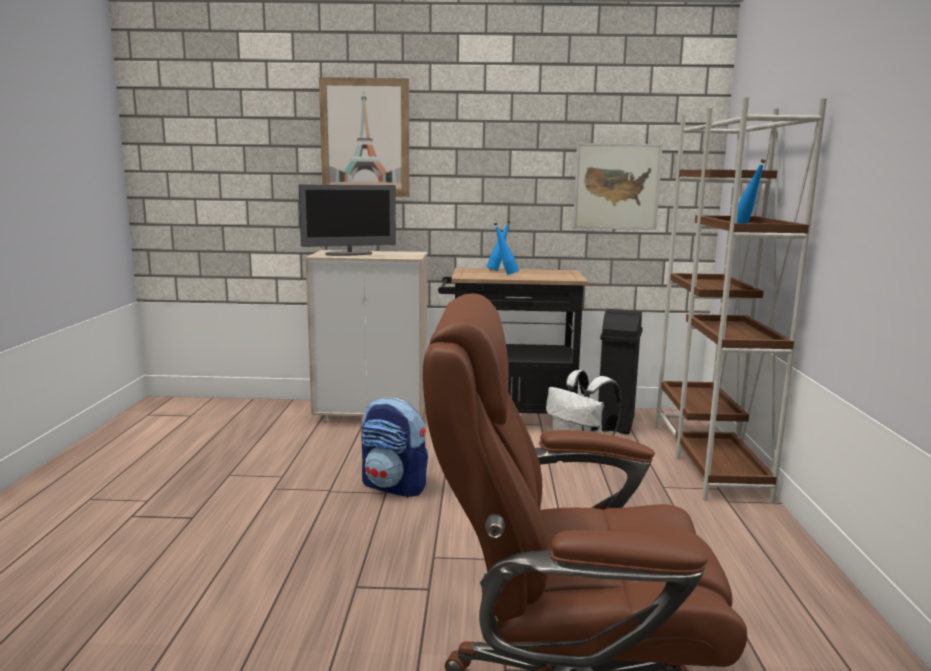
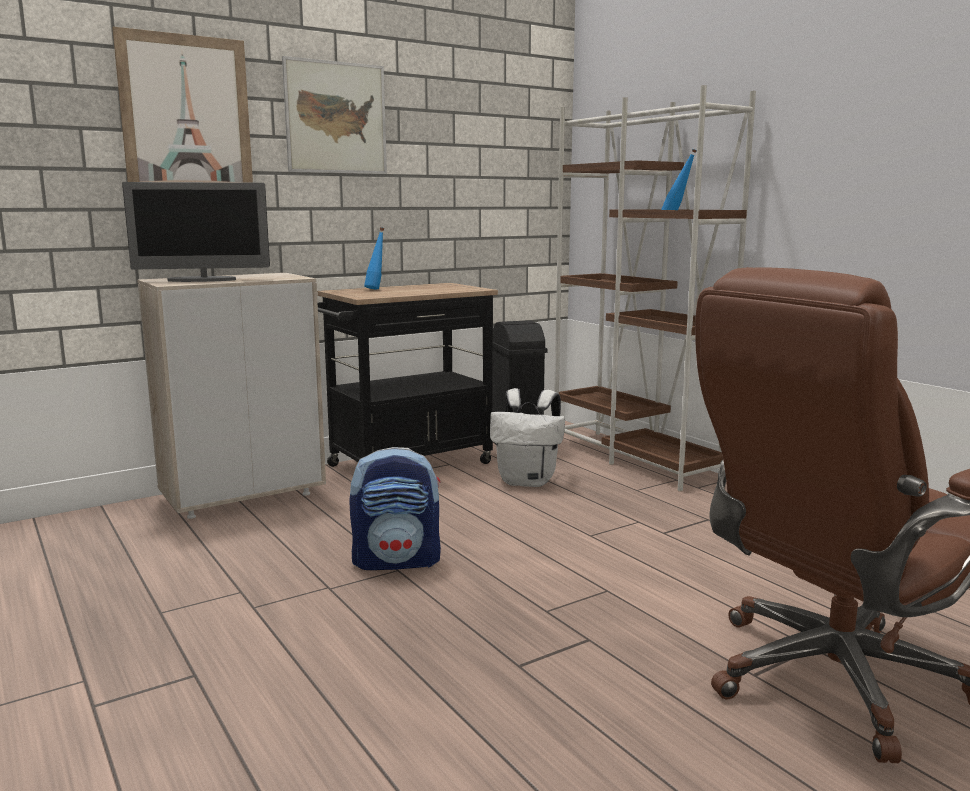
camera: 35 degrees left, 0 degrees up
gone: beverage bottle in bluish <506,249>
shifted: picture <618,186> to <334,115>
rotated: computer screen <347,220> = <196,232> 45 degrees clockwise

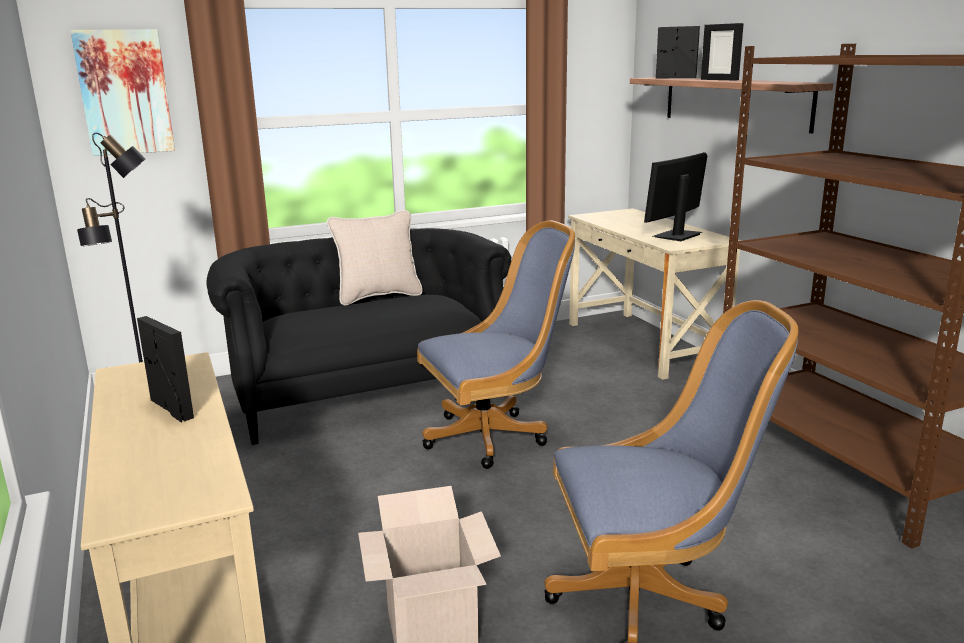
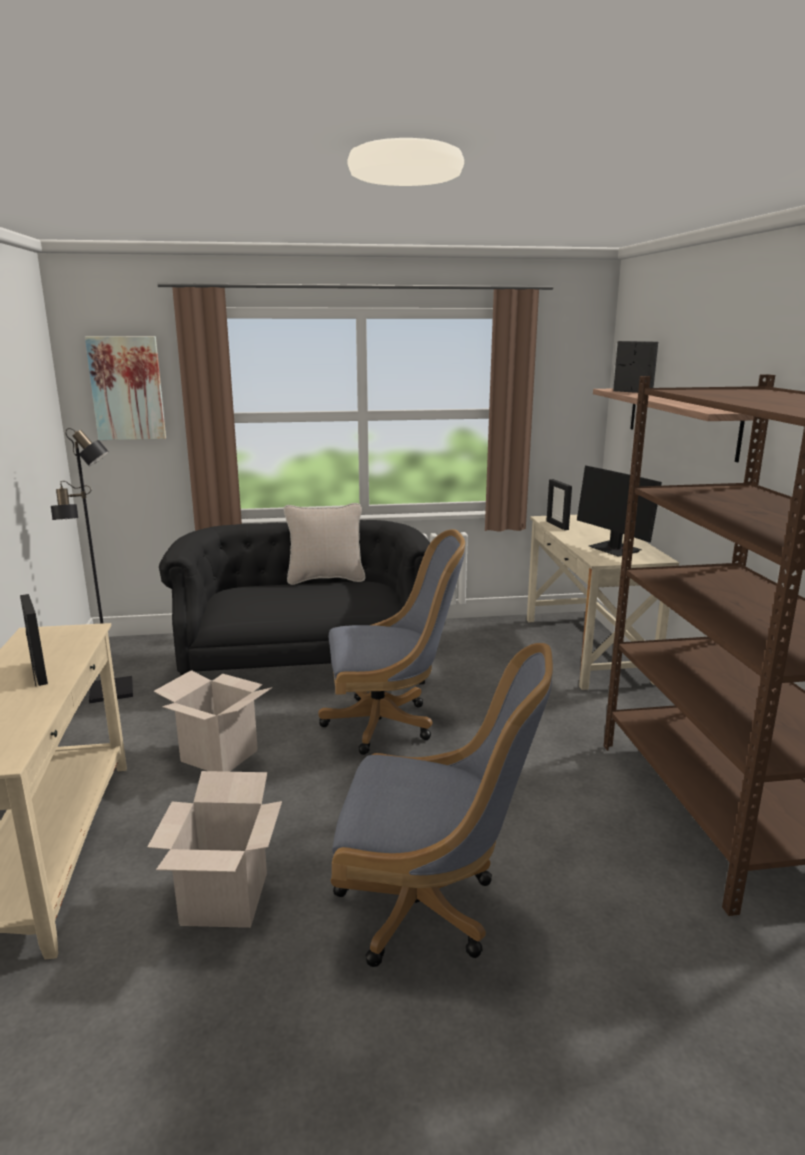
camera: 15 degrees right, 0 degrees up
new: packing box <212,721>
shifted: picture frame <722,52> to <559,504>
rotated: computer screen <676,196> = <619,511> 90 degrees counterclockwise

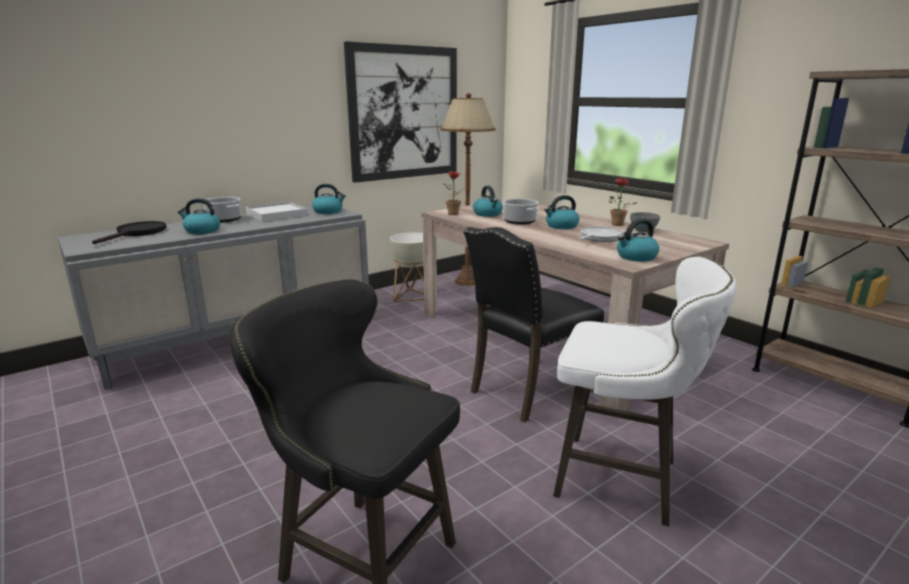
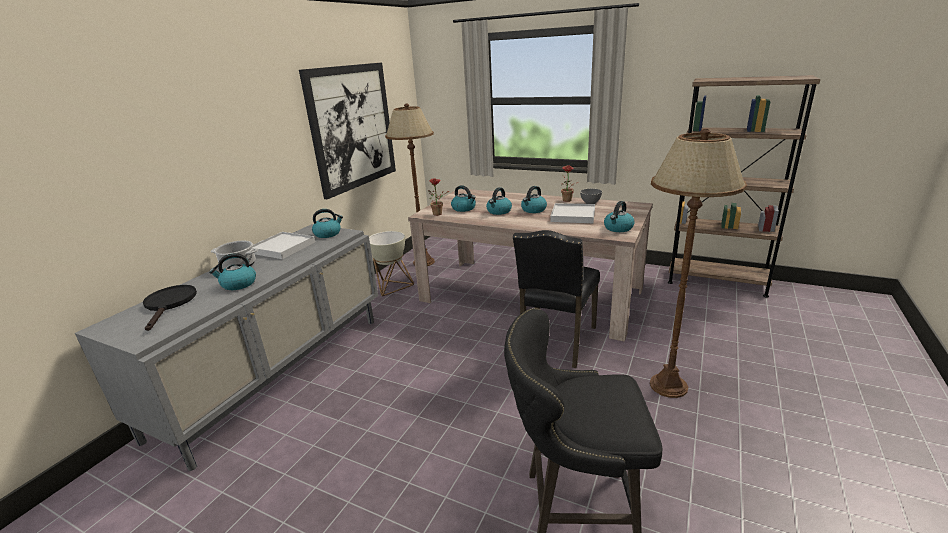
camera: 25 degrees left, 5 degrees up
swapped: stockpot <521,211> to tea kettle <499,201>; stool seat in whitish <644,391> to standard lamp in brown-coloured <698,263>; pan <601,234> to tray in whitish <572,213>

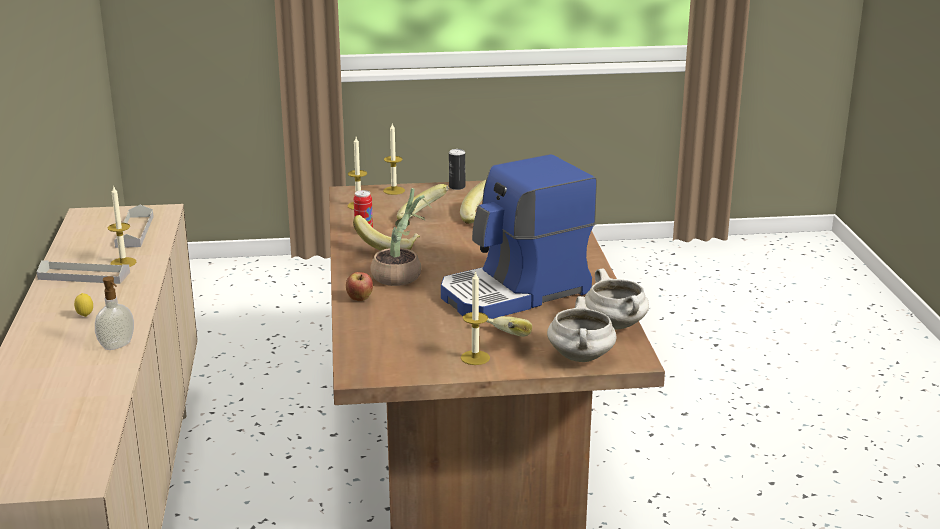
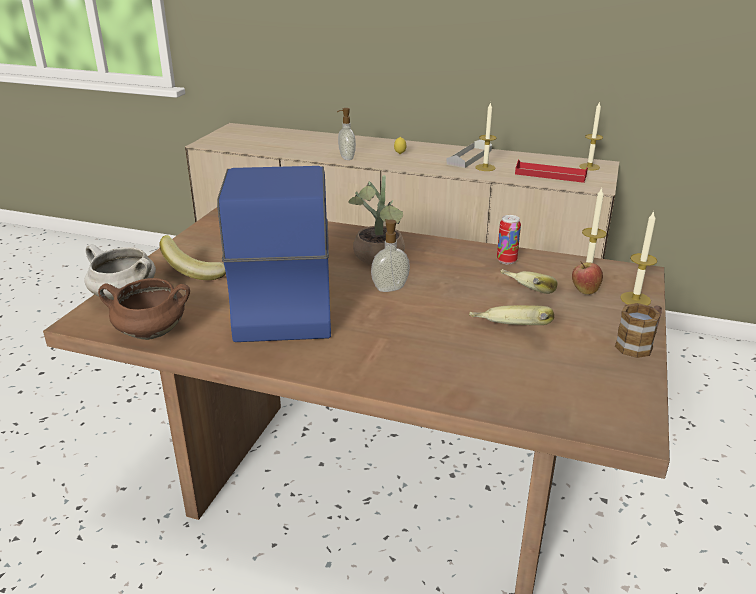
camera: 115 degrees right, 5 degrees up
gone: banana <386,233>
new: soap bottle <390,255>
shifted: apple <359,286> to <587,278>; wax candle <475,318> to <591,136>
swapped: sealed can <457,169> to coffee mug <638,330>
repainted: tray in gray <134,226> to tray in red <551,171>; stockpot in whitish <617,299> to stockpot in brown-coloured <144,309>

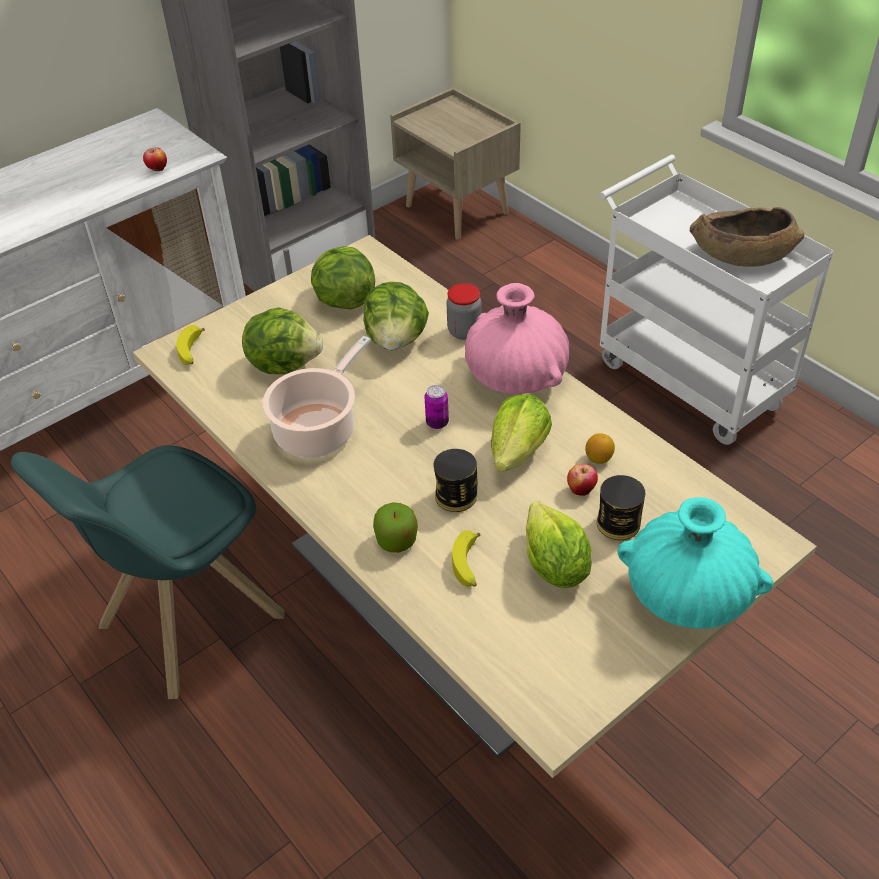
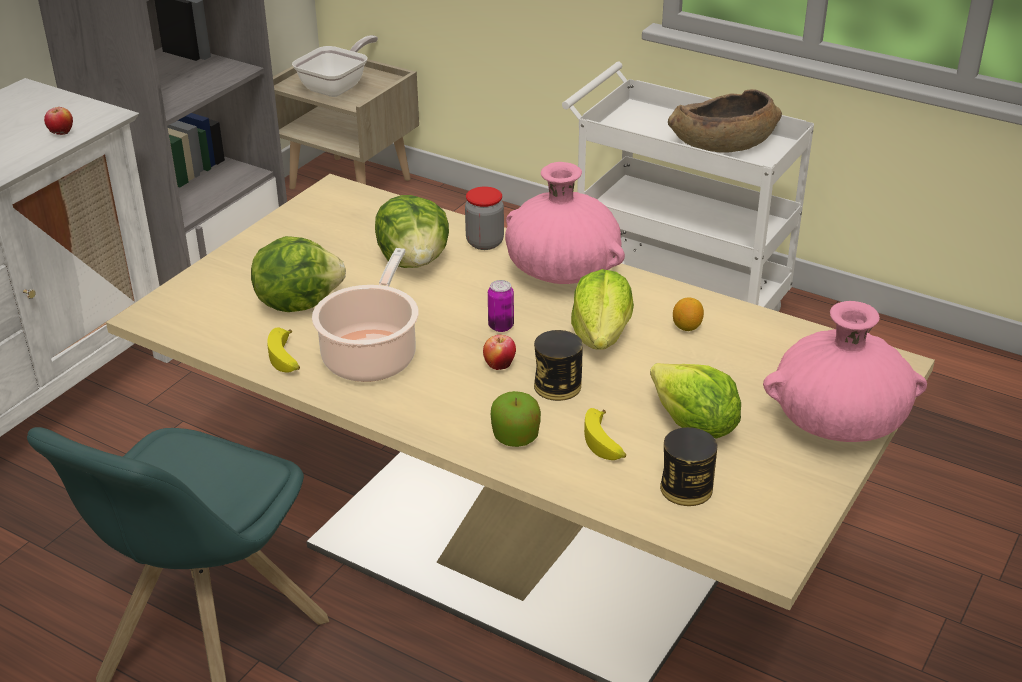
camera: 20 degrees left, 10 degrees down
gone: lettuce <343,277>
new: pan <335,66>
shifted: banana <190,345> to <283,350>; apple <582,480> to <499,352>; sealed can <621,507> to <688,466>
repainted: decorative vase in turquoise-coloured <695,563> to decorative vase in pinkish <845,371>

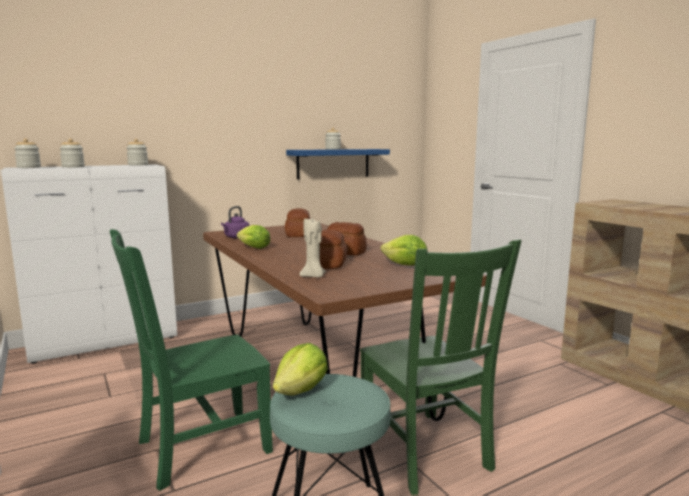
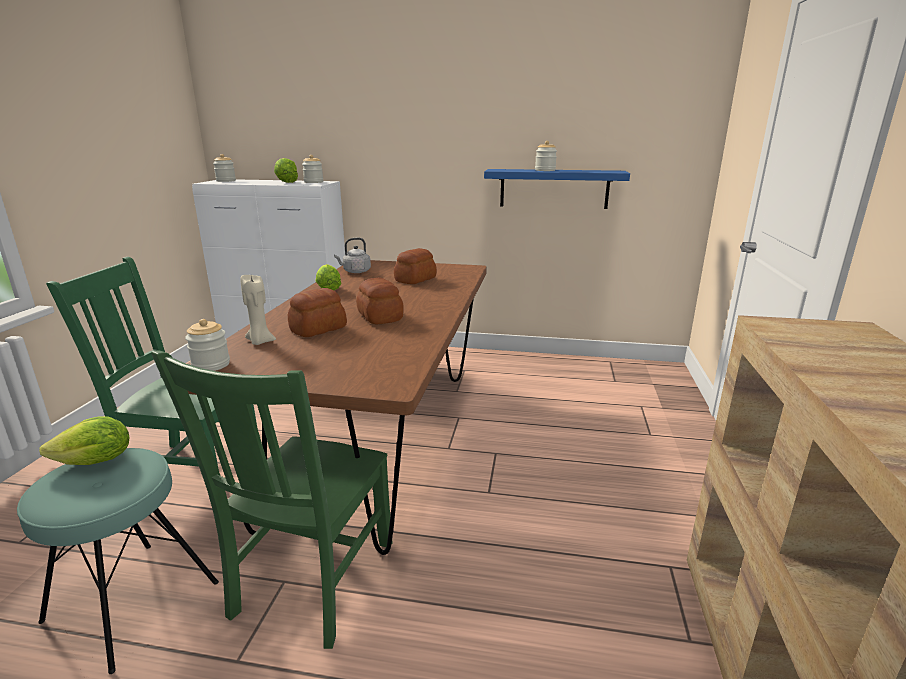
camera: 40 degrees right, 10 degrees up
shifted: jar <72,153> to <207,345>; lettuce <403,250> to <286,170>
repainted: tea kettle in purple <235,222> to tea kettle in gray <352,255>

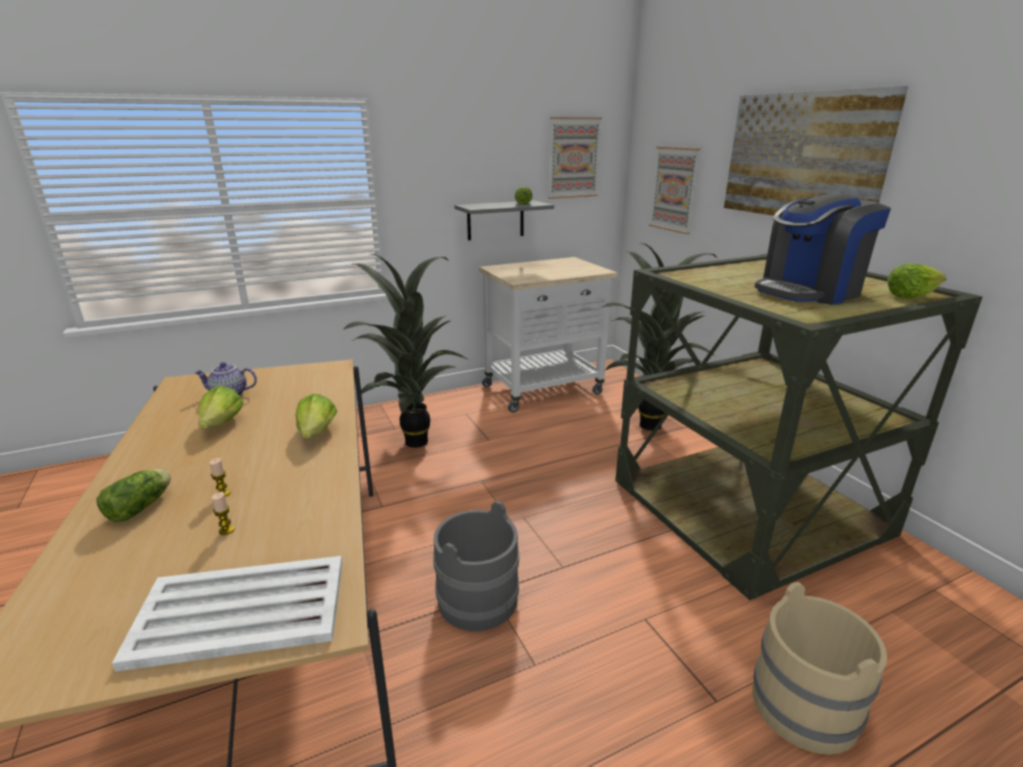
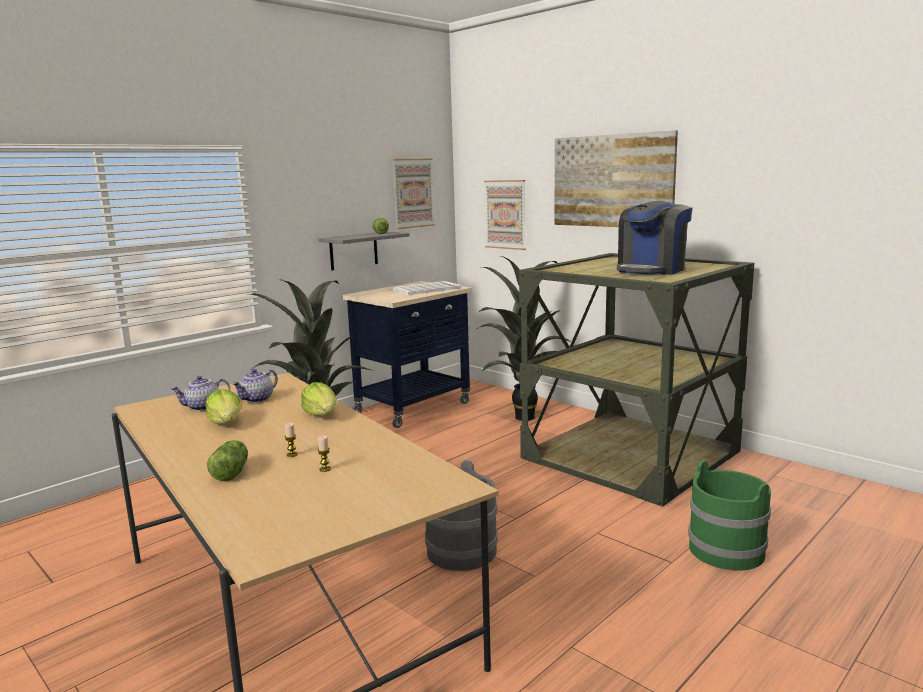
camera: 20 degrees left, 10 degrees down
gone: lettuce <917,280>
new: pot for tea <255,386>
shifted: tray in whitish <227,614> to <427,288>
repainted: wheeled cart in whitish <548,335> to wheeled cart in bluish <407,354>; water bucket in beige <819,668> to water bucket in green-coloured <729,515>

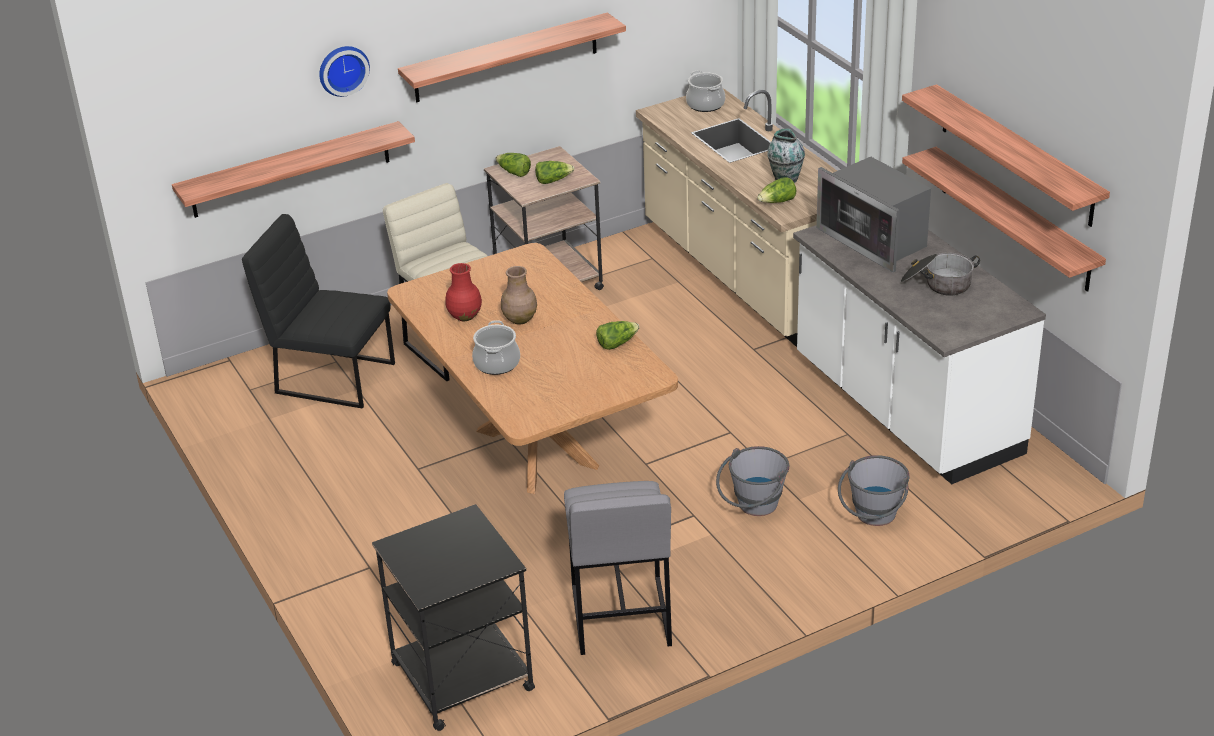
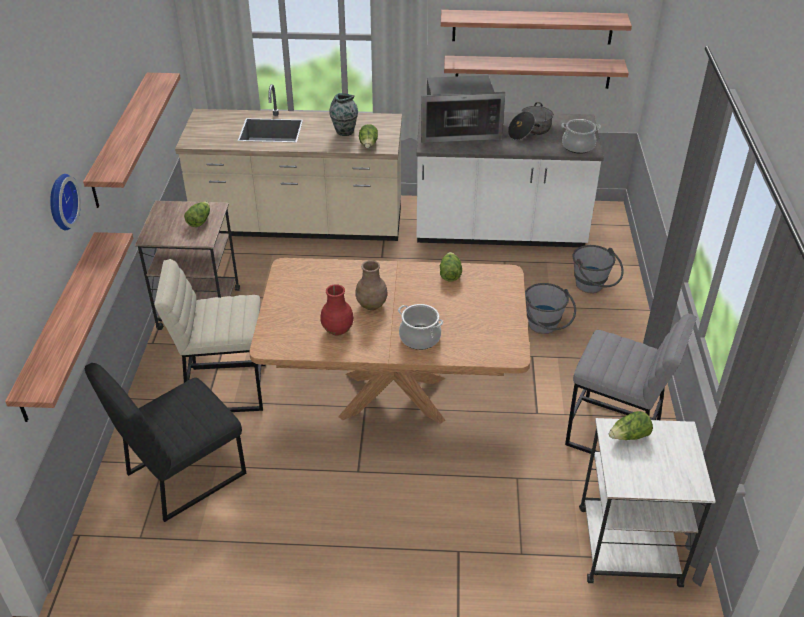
camera: 60 degrees left, 5 degrees up
shifted: lettuce <513,165> to <631,425>; stockpot <705,91> to <581,136>
repainted: wheeled cart in black-coloured <453,617> to wheeled cart in whitish <647,502>

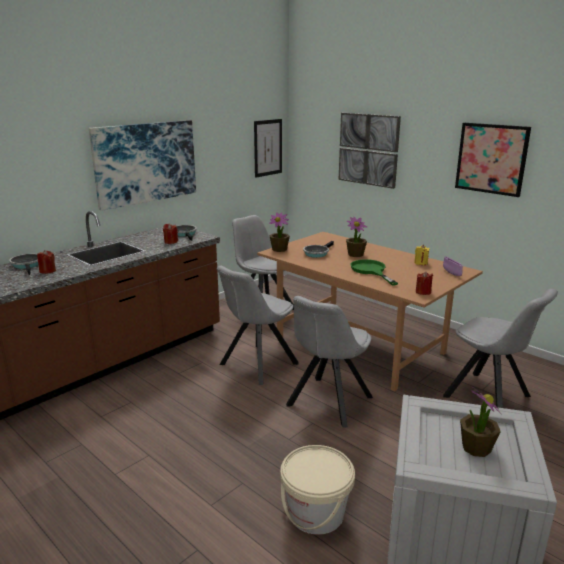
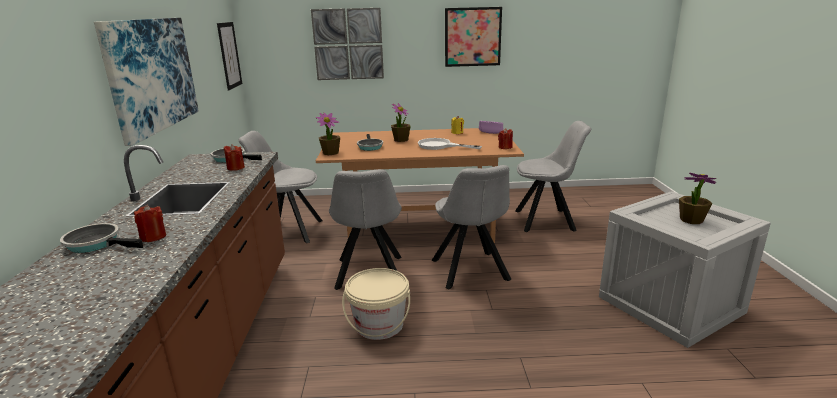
camera: 45 degrees left, 0 degrees up
shifted: water bucket in beige <317,490> to <376,304>
repainted: pan in green-coloured <374,272> to pan in whitish <450,144>

